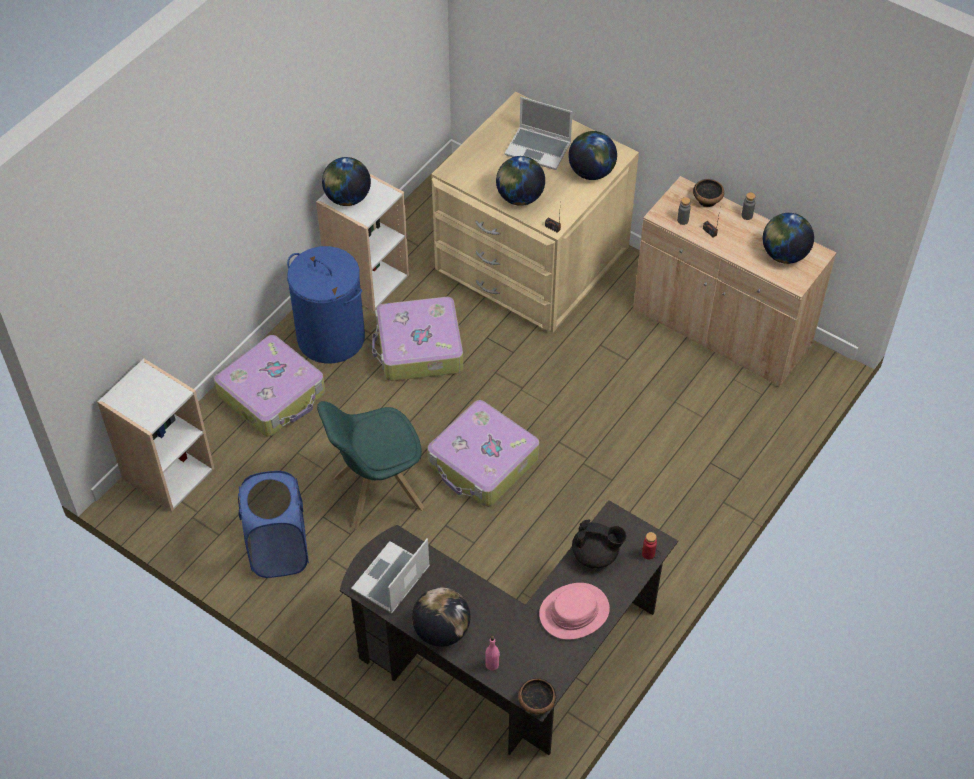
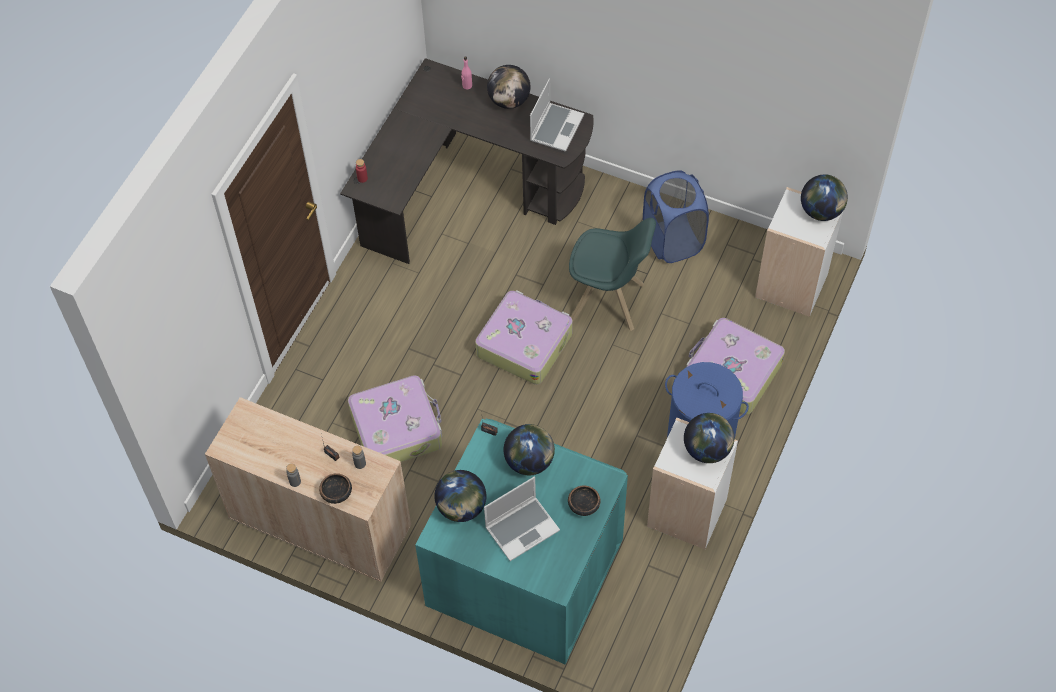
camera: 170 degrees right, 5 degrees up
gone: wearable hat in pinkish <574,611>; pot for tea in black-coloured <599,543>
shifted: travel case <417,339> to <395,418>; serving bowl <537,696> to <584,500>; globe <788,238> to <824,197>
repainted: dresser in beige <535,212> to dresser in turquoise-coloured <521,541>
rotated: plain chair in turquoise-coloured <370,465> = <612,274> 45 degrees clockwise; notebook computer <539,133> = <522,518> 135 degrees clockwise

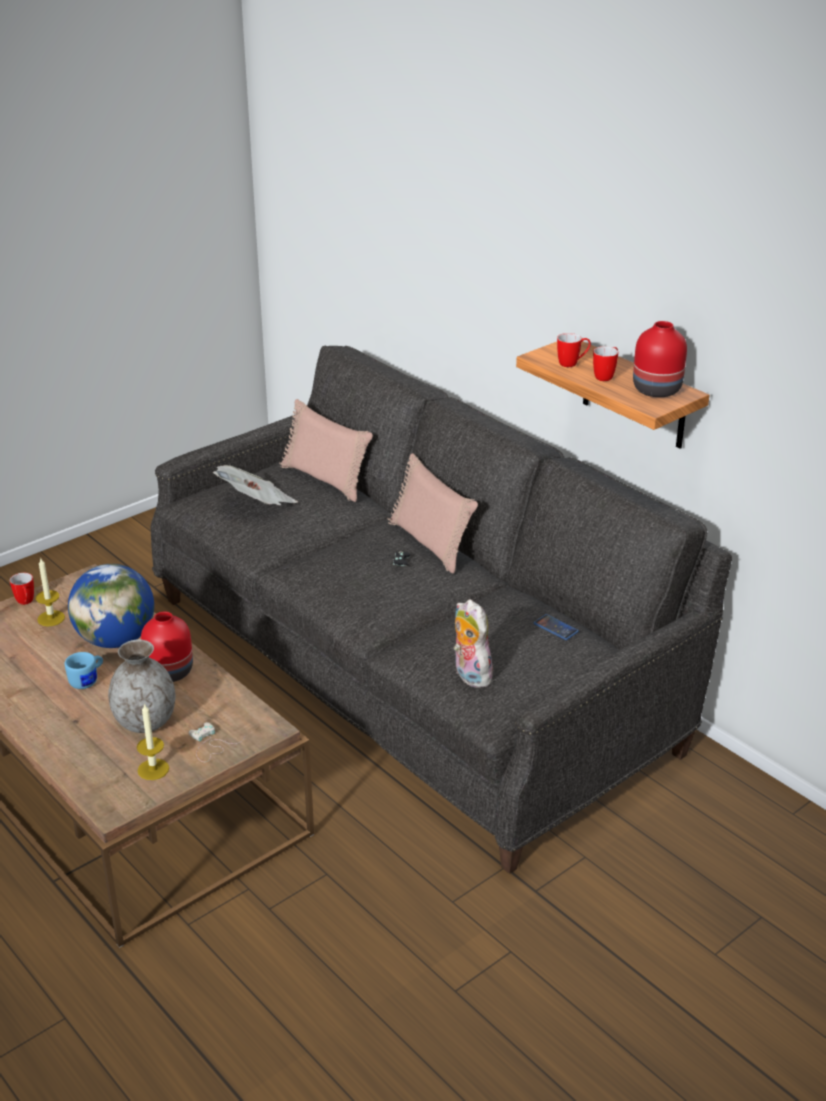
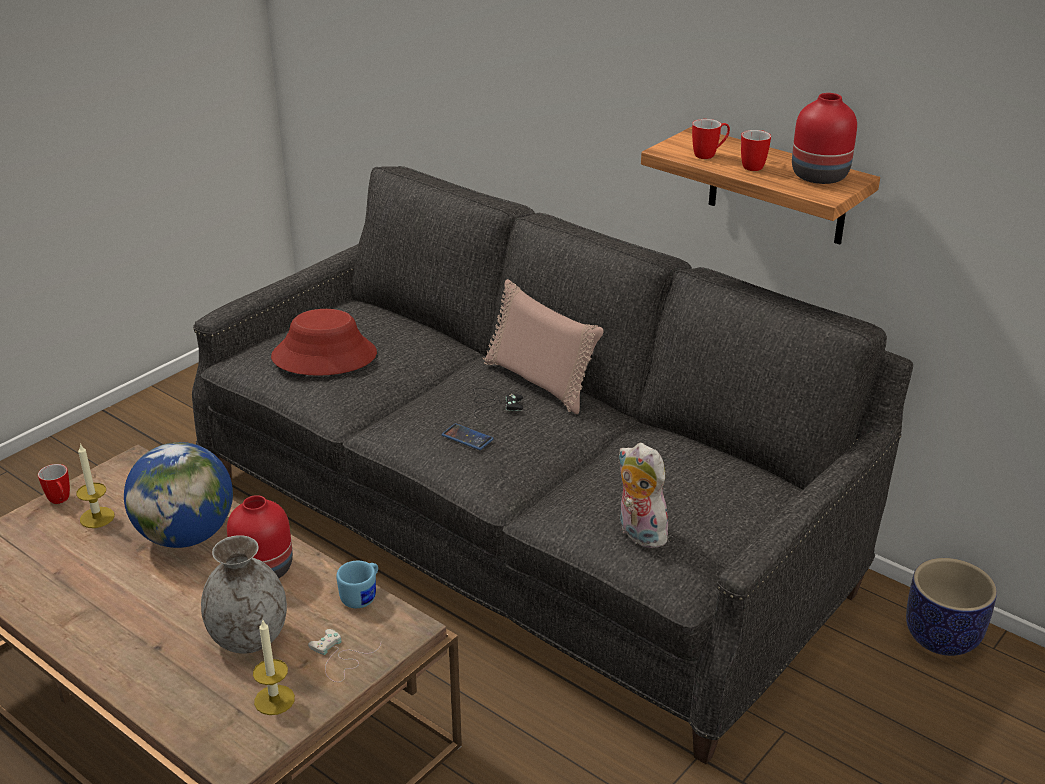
camera: 10 degrees left, 0 degrees up
gone: throw pillow in beige <326,450>
new: planter <951,607>
shifted: coffee mug in bluish <84,670> to <357,584>; handset <556,627> to <467,436>
swapped: newspaper <255,485> to wearable hat in red <324,342>

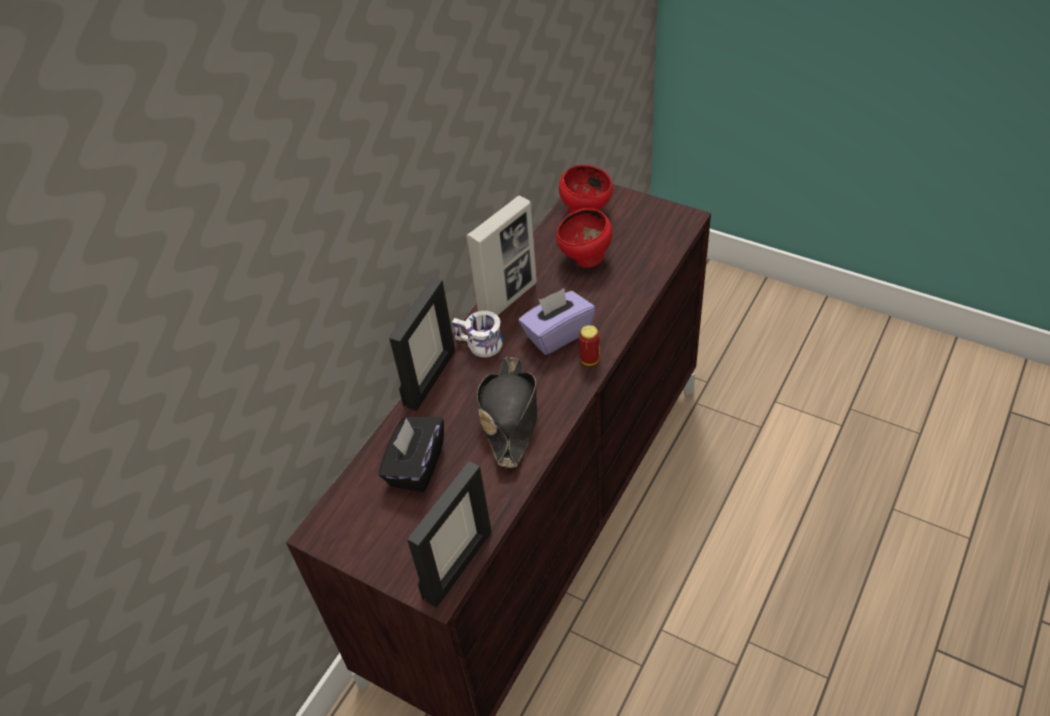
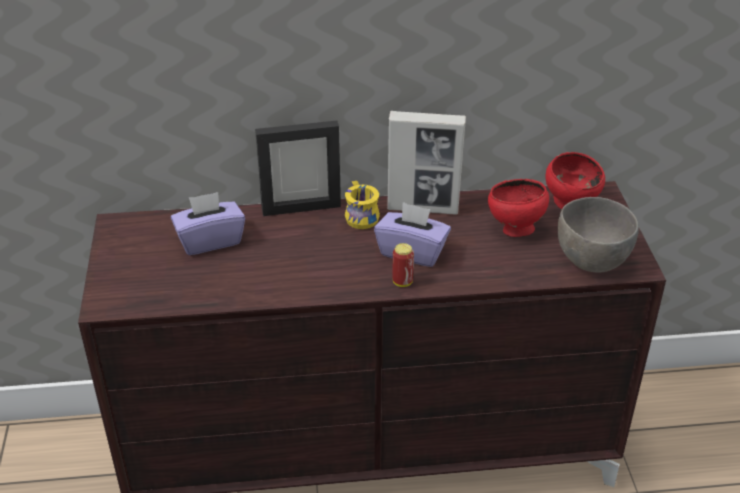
camera: 50 degrees right, 10 degrees down
gone: picture frame <449,534>; wearable hat in black-coloured <507,412>
new: serving bowl in gray <598,235>
repainted: tissue box in black-coloured <411,454> to tissue box in purple <208,223>; coffee mug in whitish <477,334> to coffee mug in yellowish <362,205>

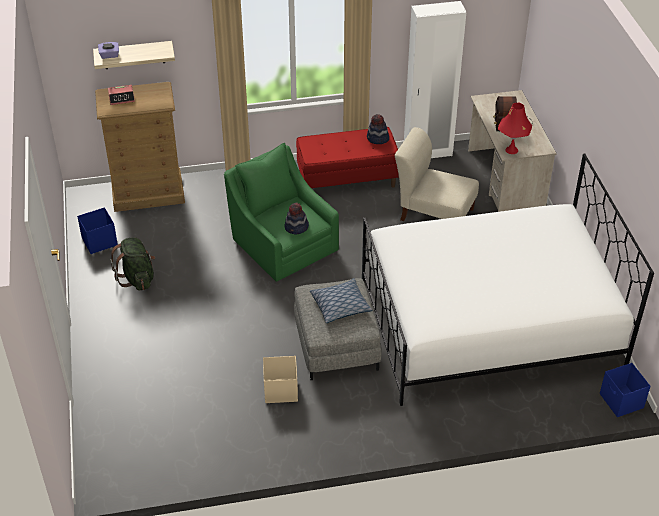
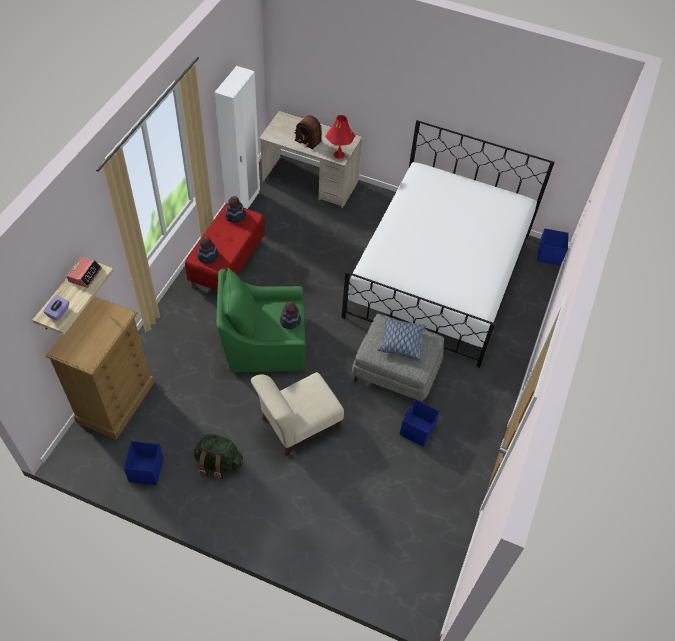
camera: 60 degrees left, 10 degrees up
new: wearable hat <208,250>
shifted: bedside clock <121,95> to <84,272>; plain chair in beige <437,174> to <297,414>
repainted: storage box in beige <280,379> to storage box in bluish <419,423>

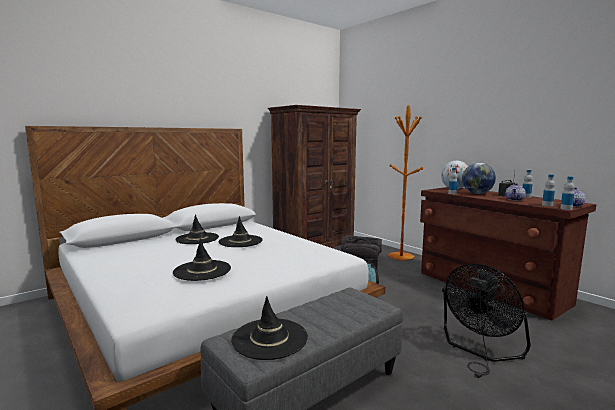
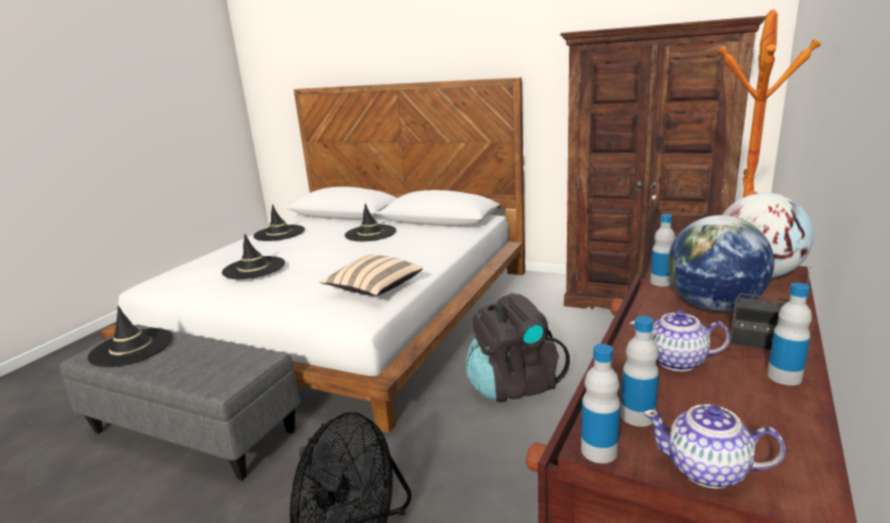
camera: 65 degrees right, 10 degrees up
new: throw pillow in beige <371,275>
shifted: wearable hat in black-coloured <241,231> to <279,222>

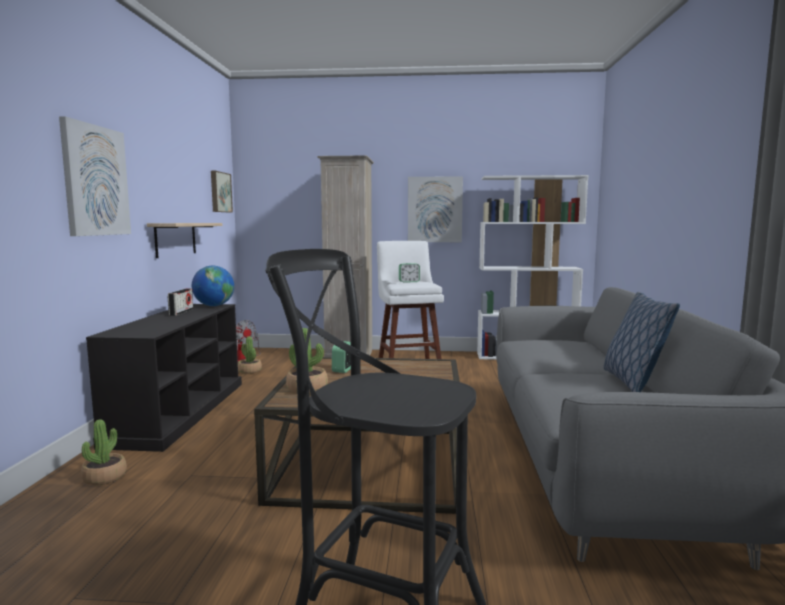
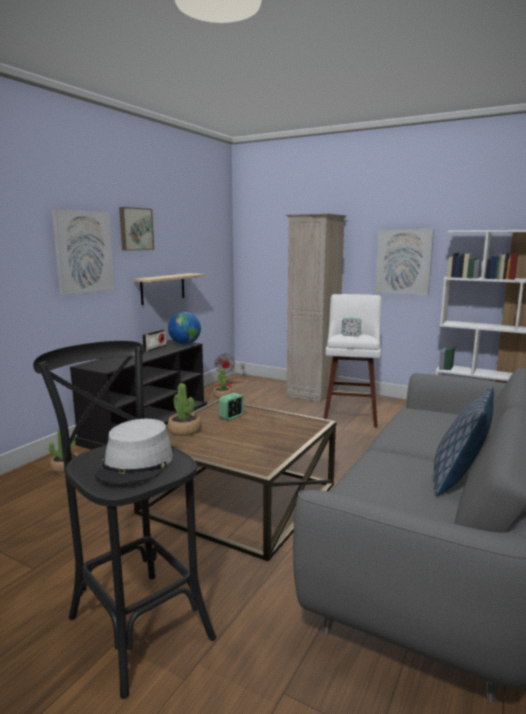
camera: 25 degrees right, 5 degrees up
new: wearable hat in gray <134,451>
shifted: picture <222,191> to <136,229>

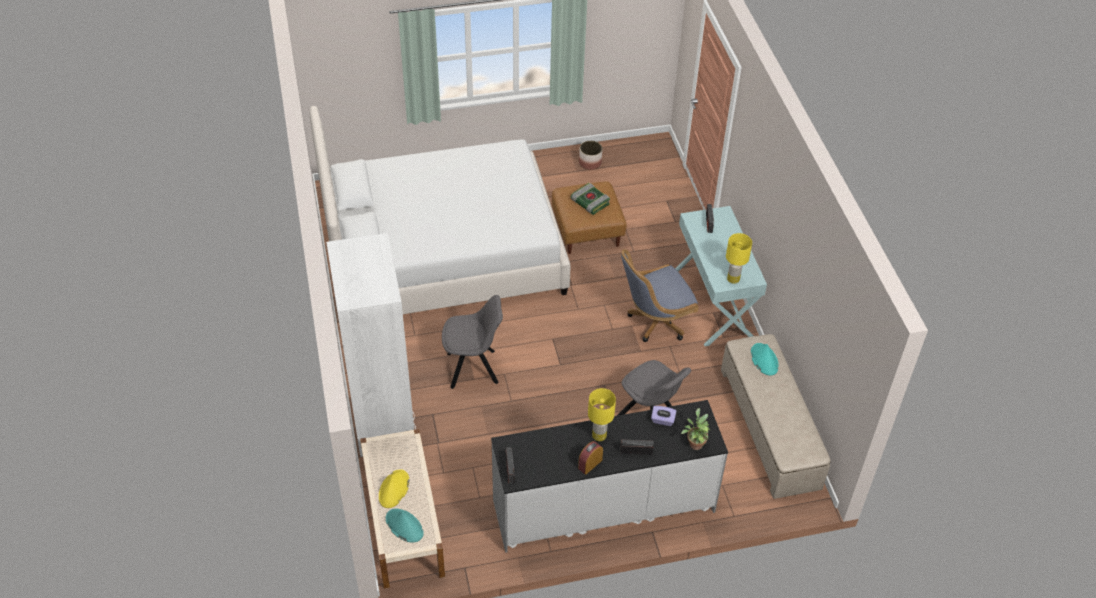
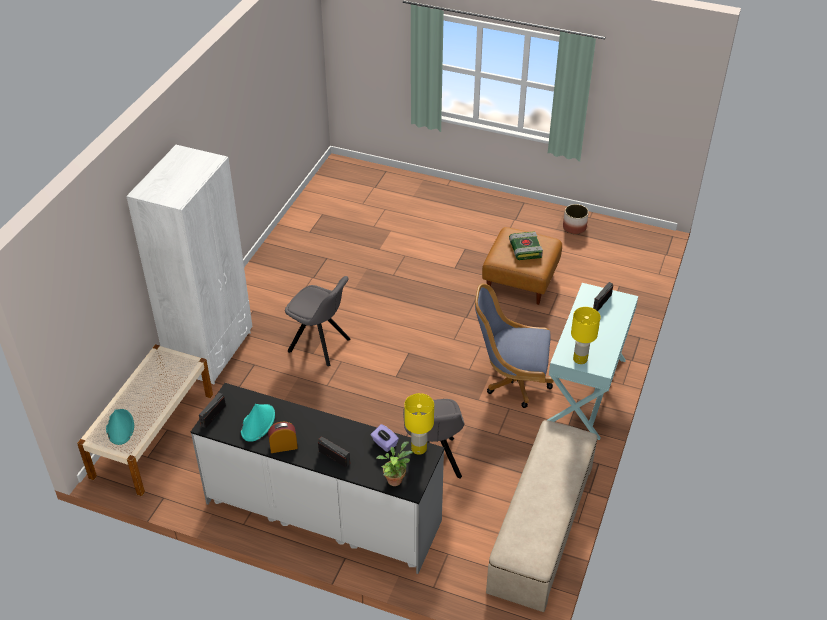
camera: 35 degrees right, 5 degrees down
gone: sleeping bed in whitish <440,210>; wearable hat in yellowish <394,488>
shifted: tabletop lamp in yellowish <602,414> to <419,424>; wearable hat in turquoise-coloured <765,359> to <258,423>

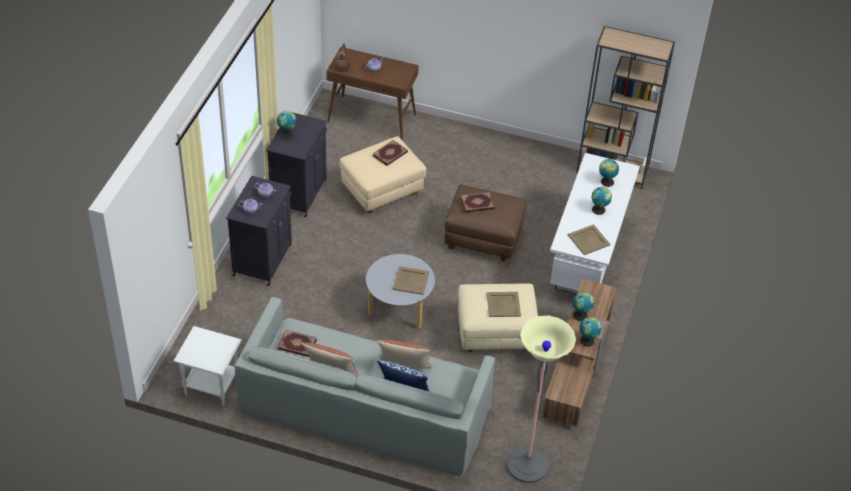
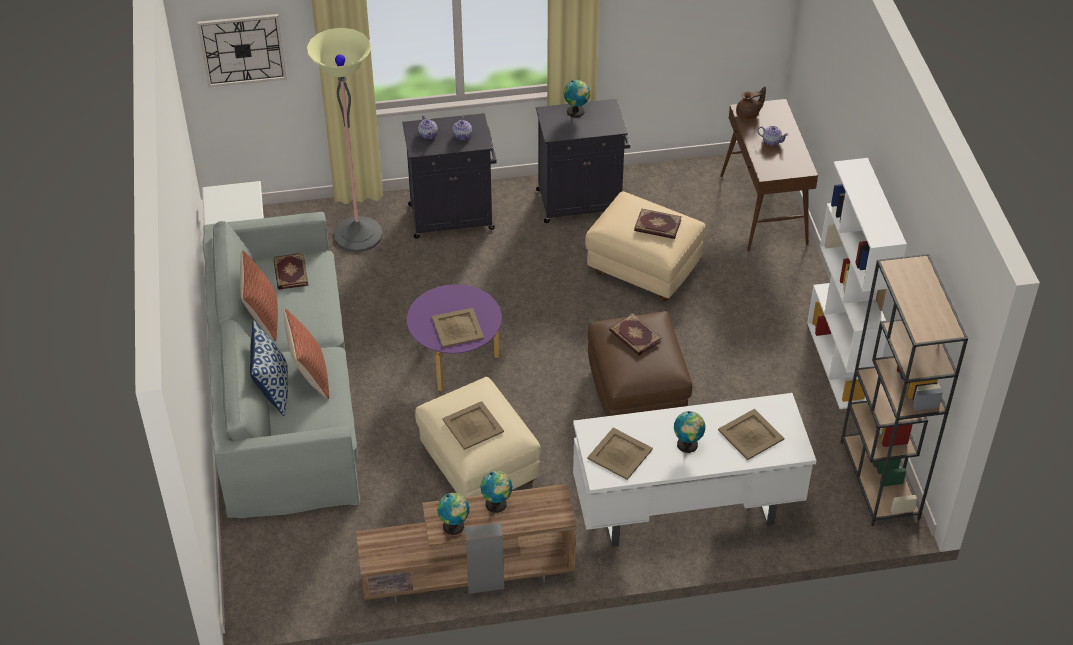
camera: 65 degrees right, 0 degrees up
new: wall clock <242,50>; shelving unit in whitish <857,283>
shifted: standard lamp <541,399> to <344,140>
swapped: globe <609,173> to tray in beige <751,434>
repainted: low table in gray <400,291> to low table in purple <454,338>

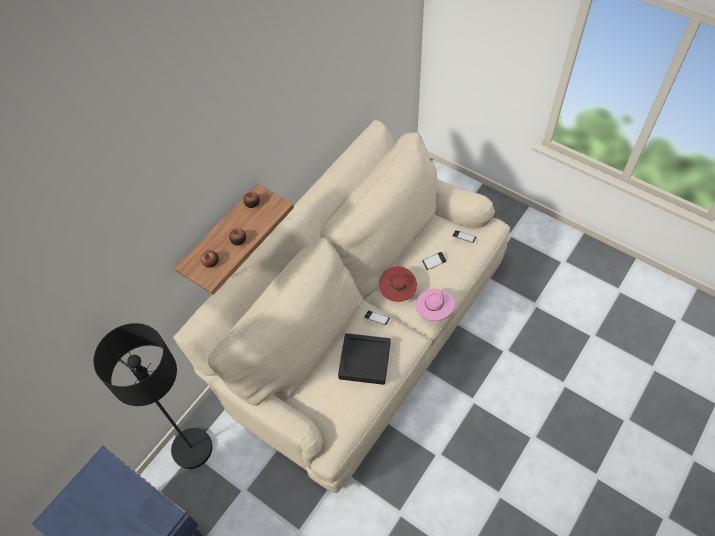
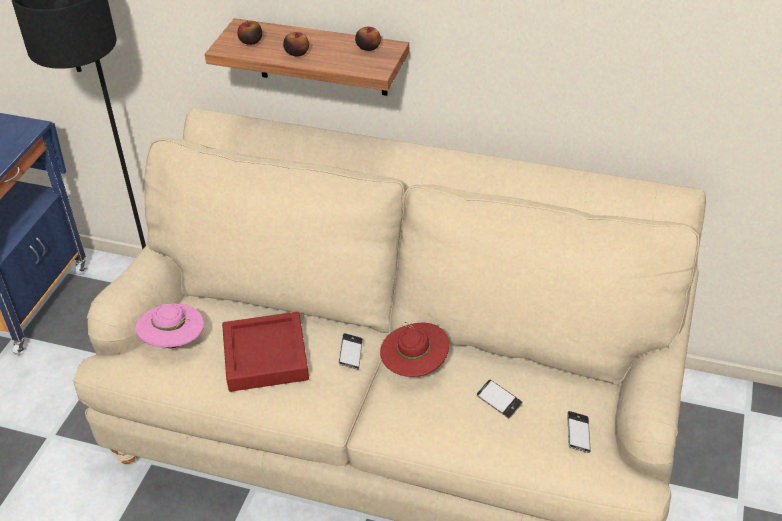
camera: 70 degrees right, 15 degrees down
shifted: wearable hat in pinkish <435,305> to <169,325>
repainted: tray in black-coloured <364,359> to tray in red <265,352>

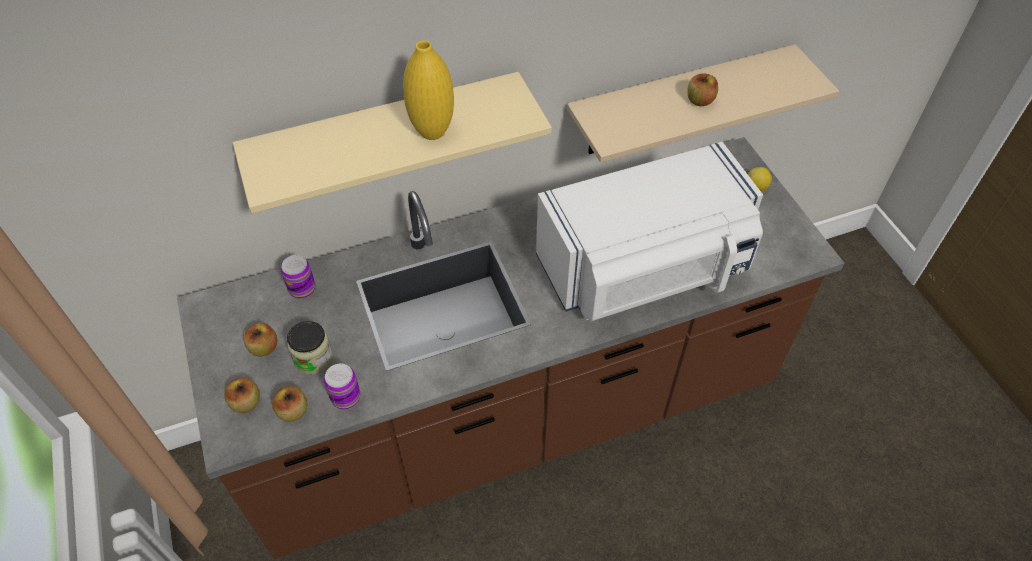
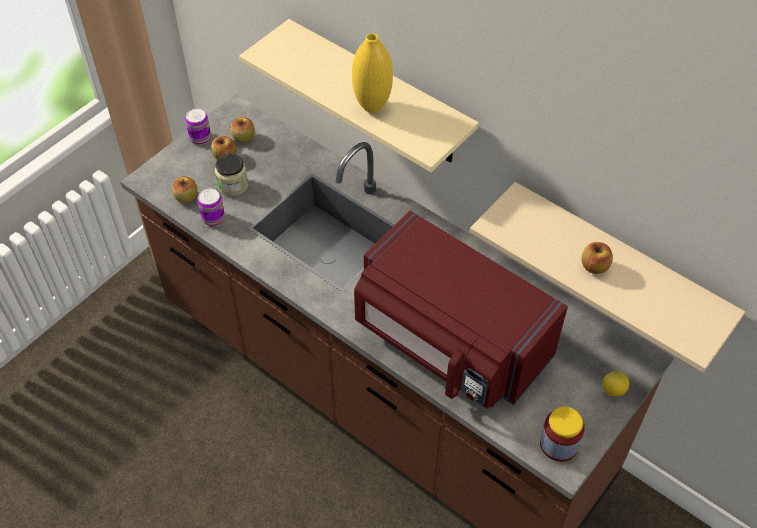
camera: 60 degrees right, 0 degrees up
new: jar <562,433>
shifted: apple <242,395> to <243,130>; sealed can <298,276> to <198,127>
repainted: microwave in whitish <649,231> to microwave in red <461,309>

